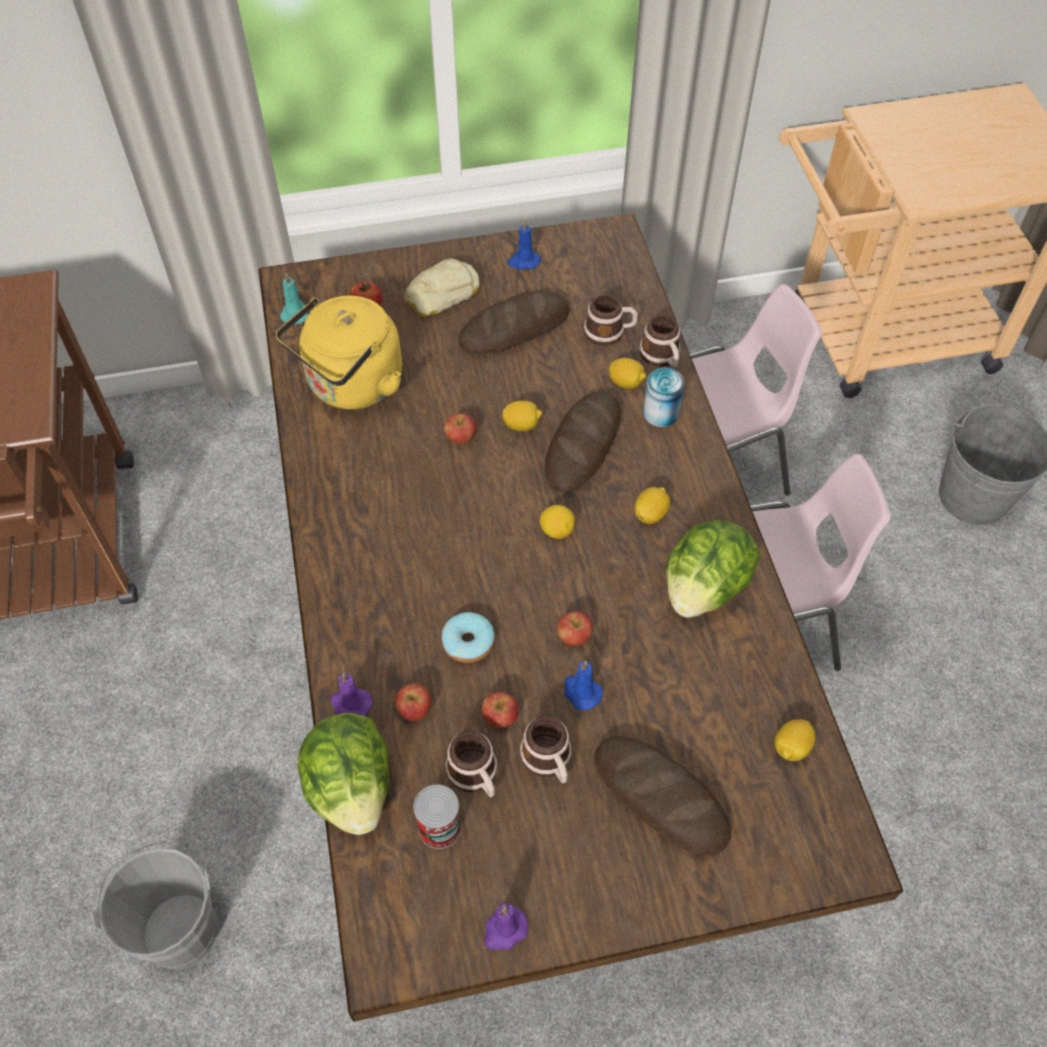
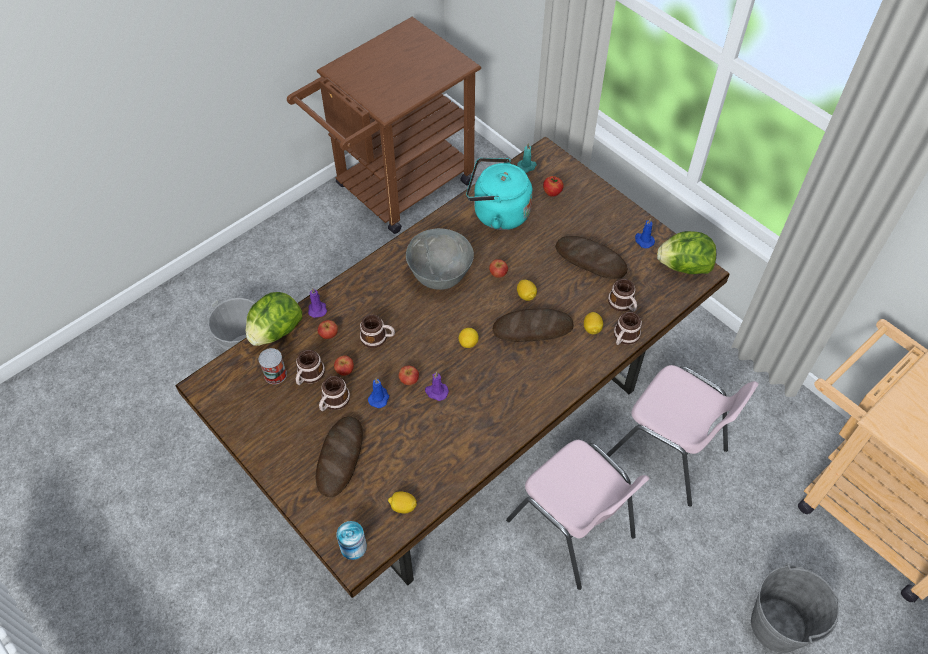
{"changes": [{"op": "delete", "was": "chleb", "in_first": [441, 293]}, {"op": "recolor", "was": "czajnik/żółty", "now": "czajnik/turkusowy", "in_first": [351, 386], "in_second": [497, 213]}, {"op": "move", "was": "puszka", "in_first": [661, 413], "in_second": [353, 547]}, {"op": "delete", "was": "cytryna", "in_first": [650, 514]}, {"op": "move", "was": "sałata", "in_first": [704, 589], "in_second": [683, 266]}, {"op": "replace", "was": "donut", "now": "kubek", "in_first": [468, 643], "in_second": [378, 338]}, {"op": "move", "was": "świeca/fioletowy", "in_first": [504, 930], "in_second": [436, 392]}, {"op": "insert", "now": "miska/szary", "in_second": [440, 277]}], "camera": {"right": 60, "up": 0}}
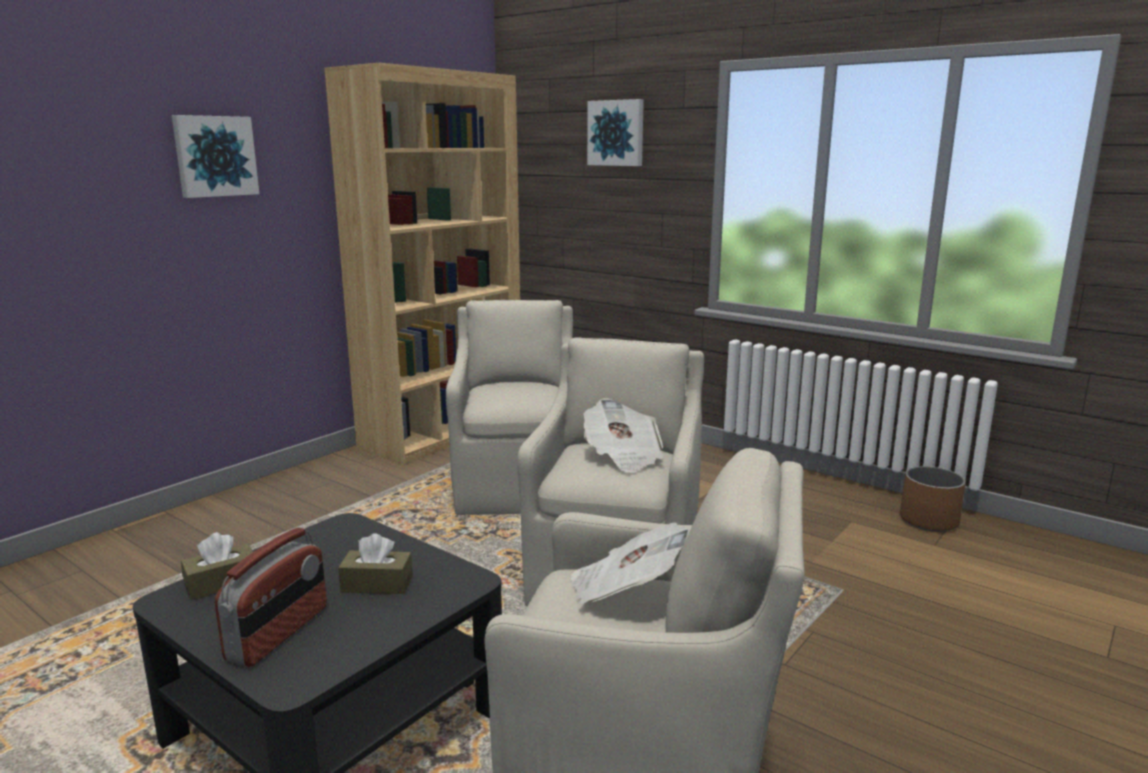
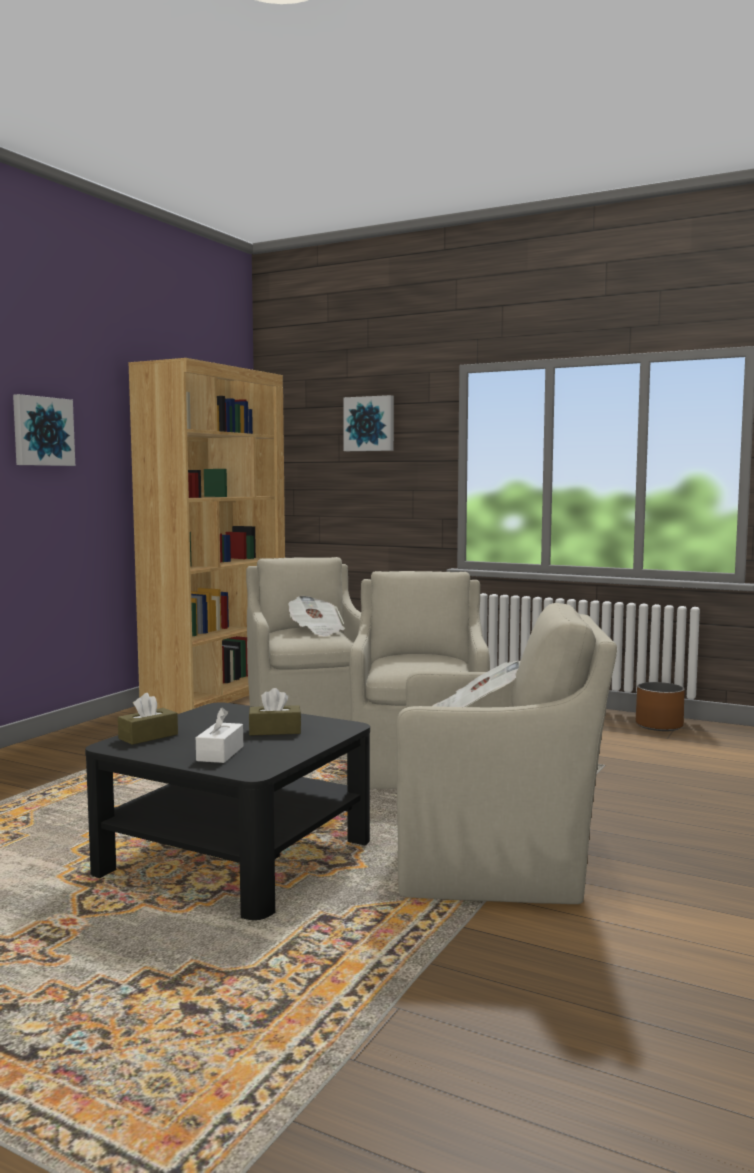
{"changes": [{"op": "move", "was": "gazeta", "in_first": [623, 456], "in_second": [316, 631]}, {"op": "replace", "was": "radio", "now": "pudełko chusteczek/biały", "in_first": [279, 633], "in_second": [220, 753]}], "camera": {"right": -10, "up": -10}}
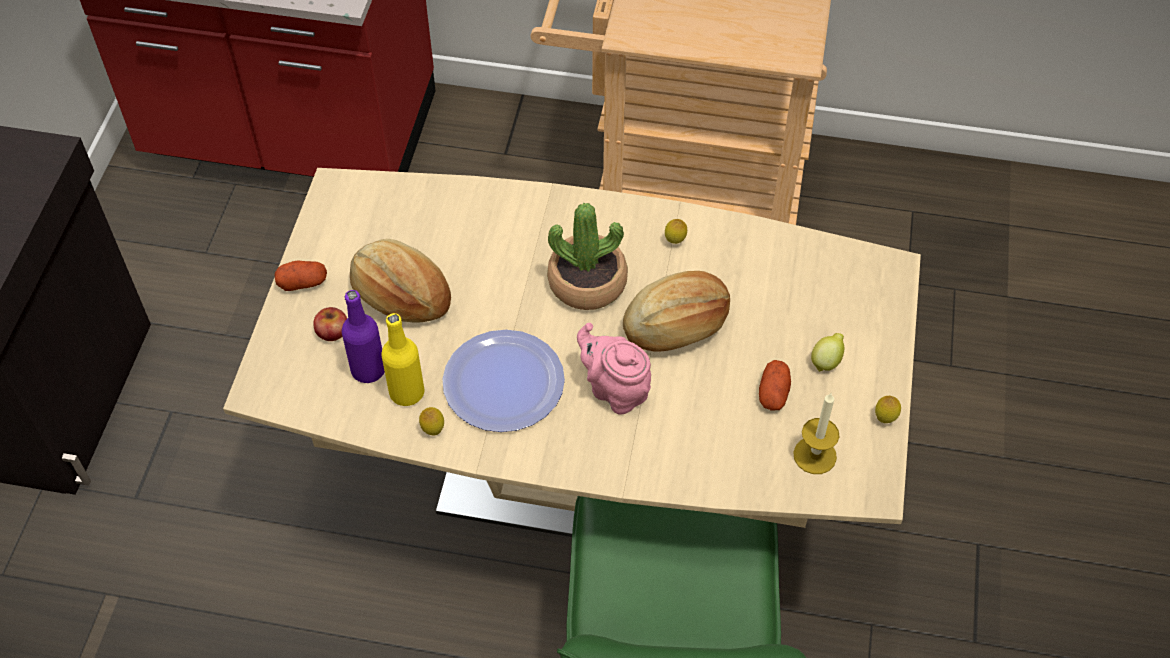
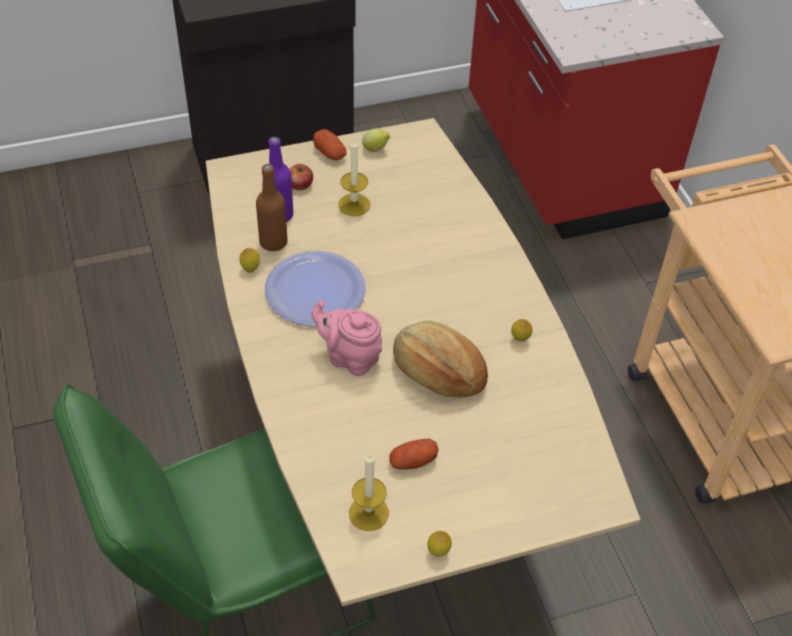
{"changes": [{"op": "delete", "was": "roślina doniczkowa", "in_first": [587, 282]}, {"op": "replace", "was": "chleb", "now": "świeca", "in_first": [400, 295], "in_second": [354, 205]}, {"op": "recolor", "was": "butelka/żółty", "now": "butelka/brązowy", "in_first": [407, 392], "in_second": [273, 242]}, {"op": "rotate", "was": "imbryk/różowy", "in_first": [615, 390], "in_second": [350, 357], "clockwise": -75}, {"op": "move", "was": "cytryna", "in_first": [826, 361], "in_second": [376, 149]}], "camera": {"right": 60, "up": -5}}
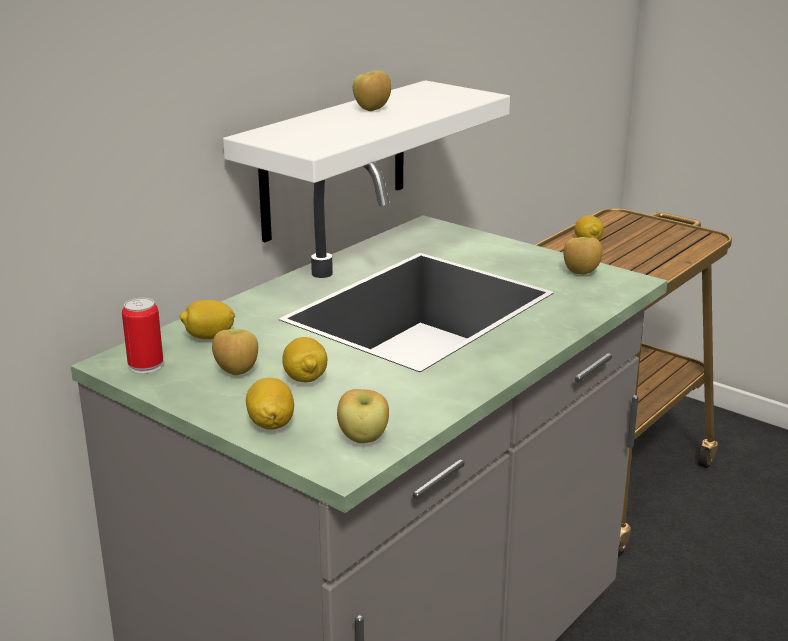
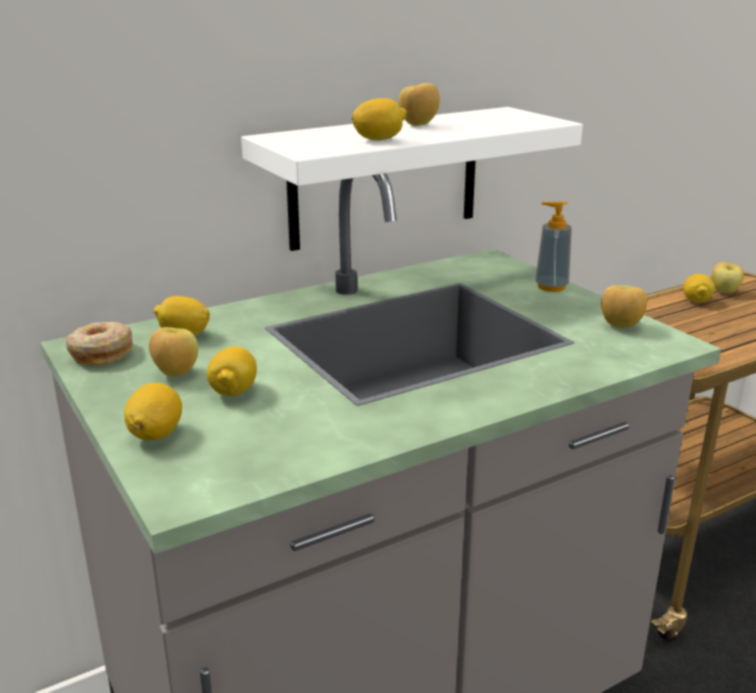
{"changes": [{"op": "replace", "was": "puszka", "now": "donut", "in_first": [146, 366], "in_second": [101, 353]}, {"op": "move", "was": "jabłko", "in_first": [363, 439], "in_second": [724, 292]}, {"op": "insert", "now": "cytryna", "in_second": [379, 140]}, {"op": "insert", "now": "dozownik mydła", "in_second": [551, 287]}], "camera": {"right": 20, "up": 0}}
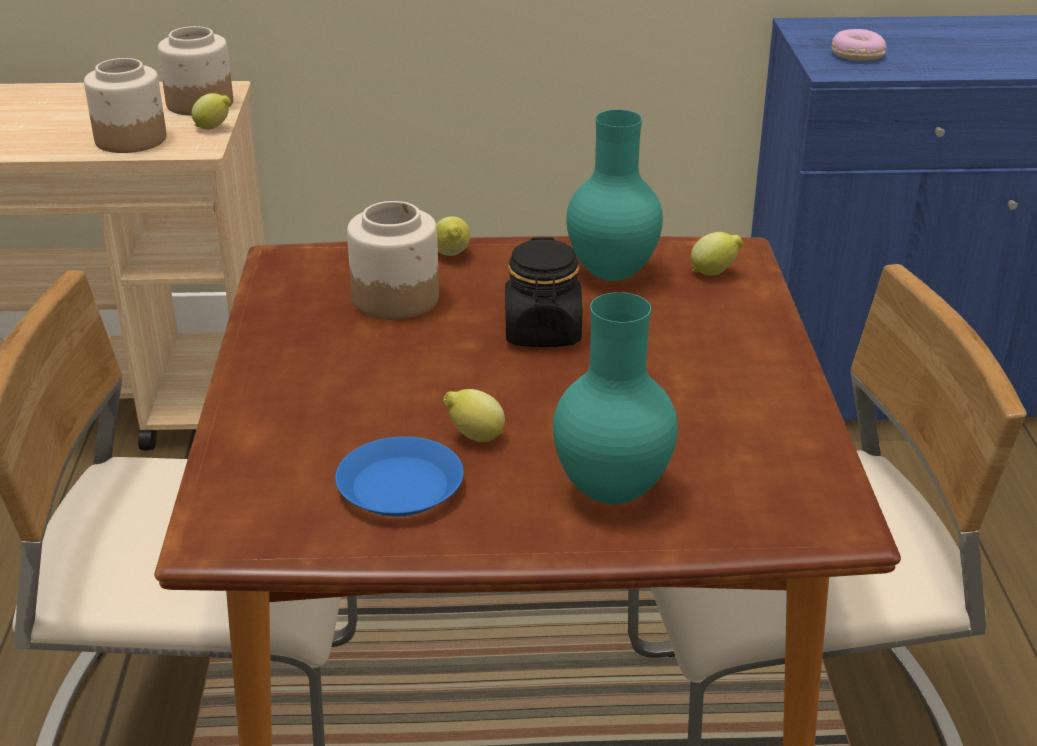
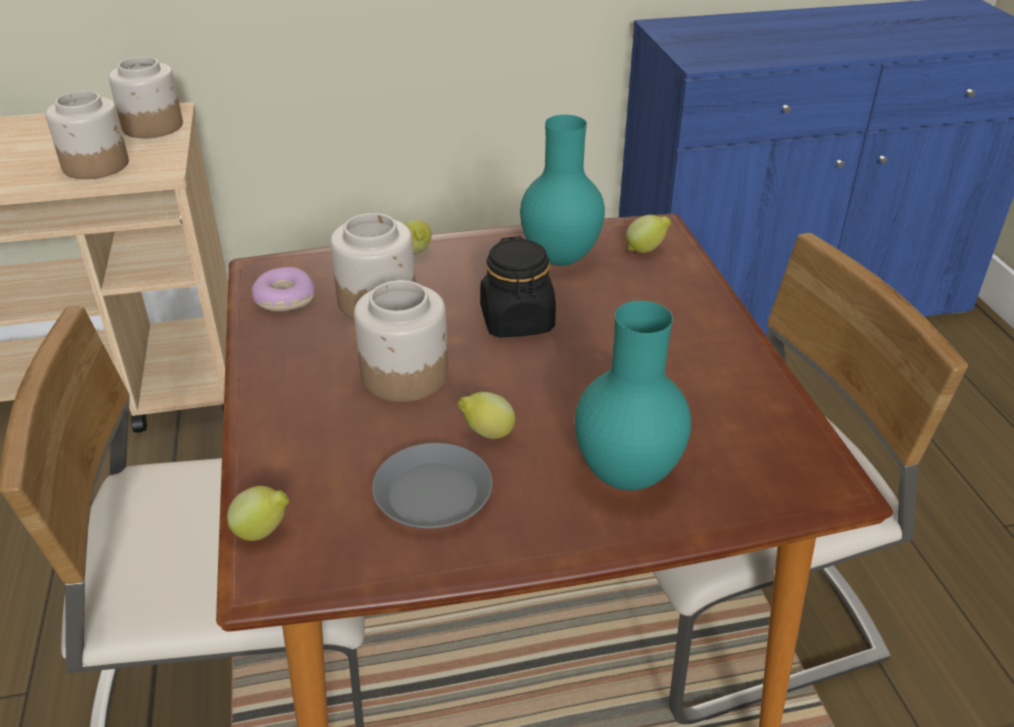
{"changes": [{"op": "move", "was": "donut", "in_first": [856, 54], "in_second": [284, 299]}, {"op": "move", "was": "cytryna", "in_first": [214, 128], "in_second": [263, 532]}, {"op": "recolor", "was": "talerz/niebieski", "now": "talerz/szary", "in_first": [400, 486], "in_second": [432, 494]}, {"op": "insert", "now": "słoik", "in_second": [406, 375]}], "camera": {"right": -10, "up": 5}}
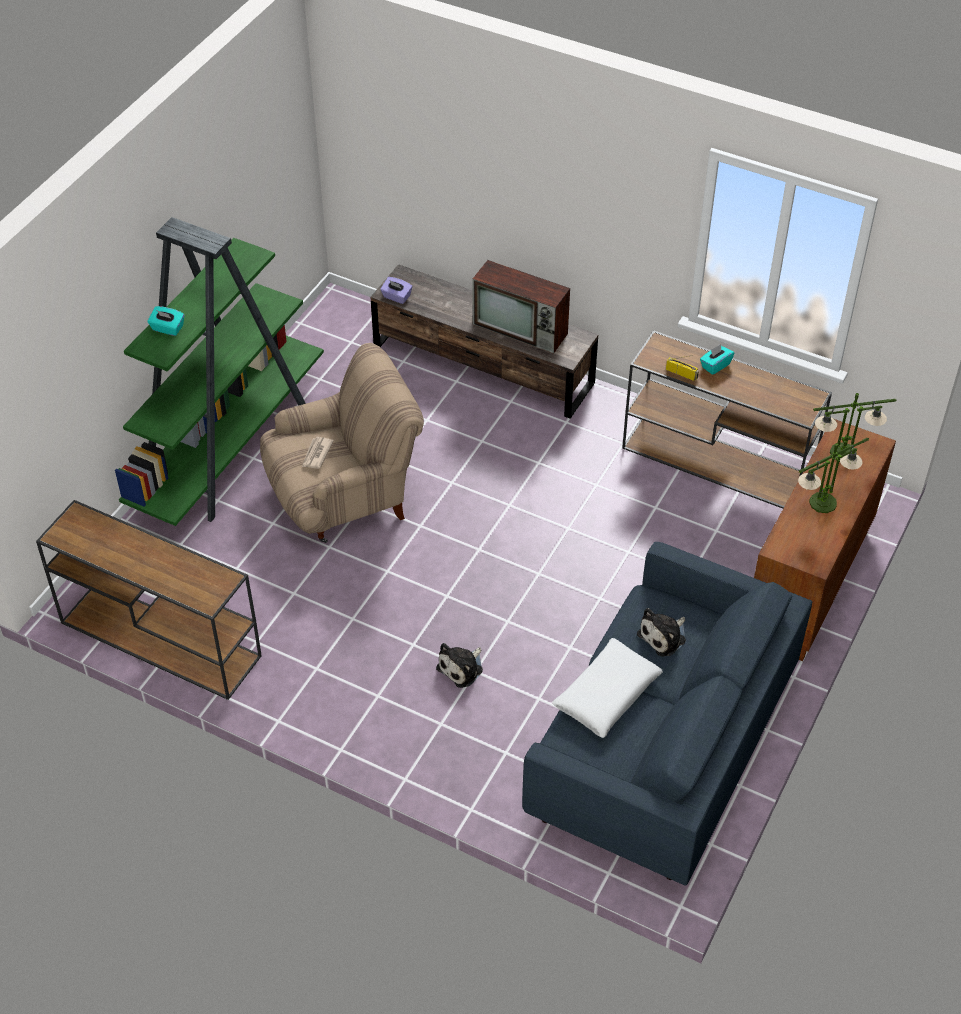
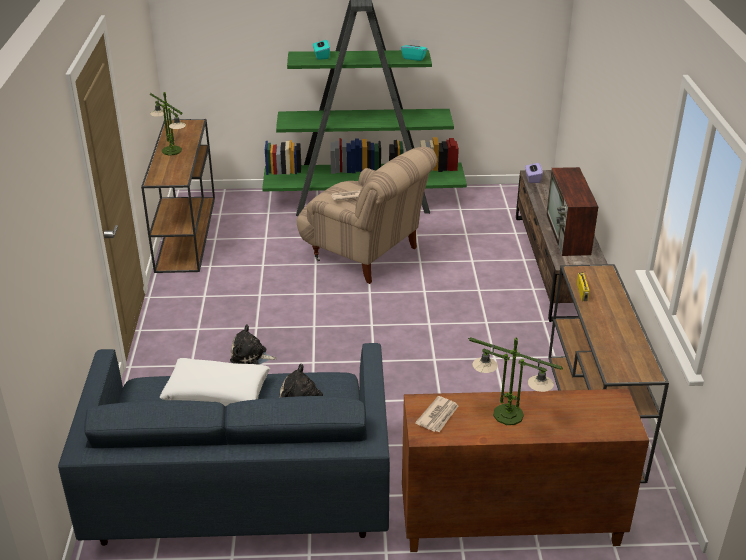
{"changes": [{"op": "move", "was": "pudełko chusteczek/turkusowy", "in_first": [715, 365], "in_second": [414, 58]}, {"op": "move", "was": "lampa stołowa", "in_first": [843, 453], "in_second": [172, 151]}, {"op": "insert", "now": "gazeta", "in_second": [438, 416]}], "camera": {"right": 60, "up": -15}}
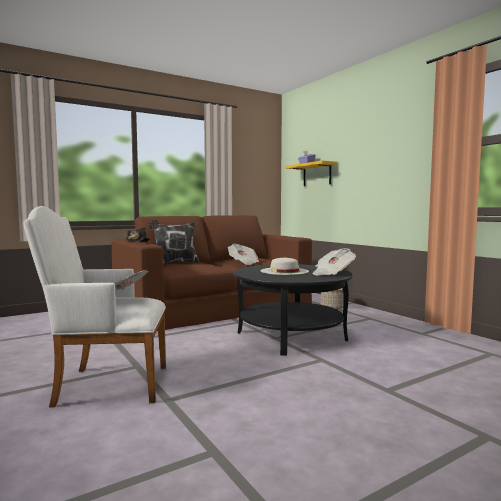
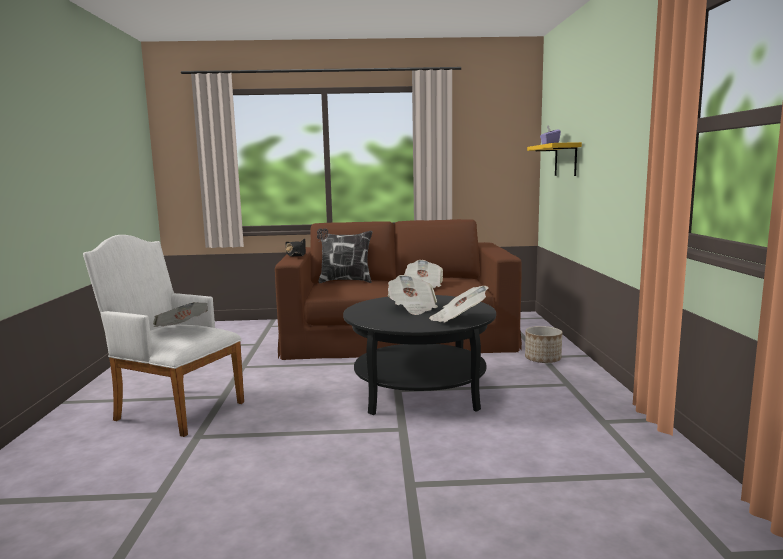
{"changes": [{"op": "replace", "was": "kapelusz/biały", "now": "gazeta", "in_first": [284, 271], "in_second": [412, 308]}], "camera": {"right": 30, "up": 5}}
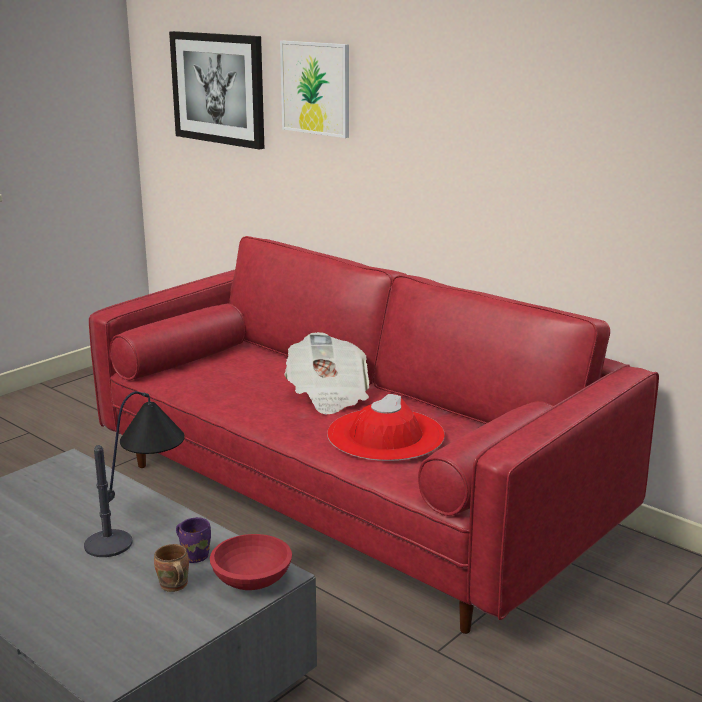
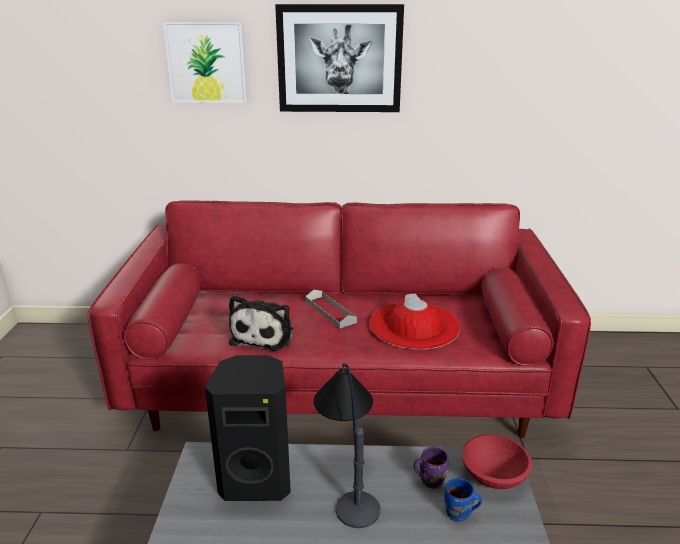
{"changes": [{"op": "move", "was": "obraz", "in_first": [218, 88], "in_second": [339, 59]}, {"op": "replace", "was": "gazeta", "now": "taca/szary", "in_first": [328, 395], "in_second": [330, 311]}, {"op": "recolor", "was": "kubek/brązowy", "now": "kubek/niebieski", "in_first": [173, 586], "in_second": [459, 514]}, {"op": "insert", "now": "pluszak", "in_second": [264, 335]}, {"op": "insert", "now": "głośnik/czarny", "in_second": [257, 480]}], "camera": {"right": -40, "up": 5}}
